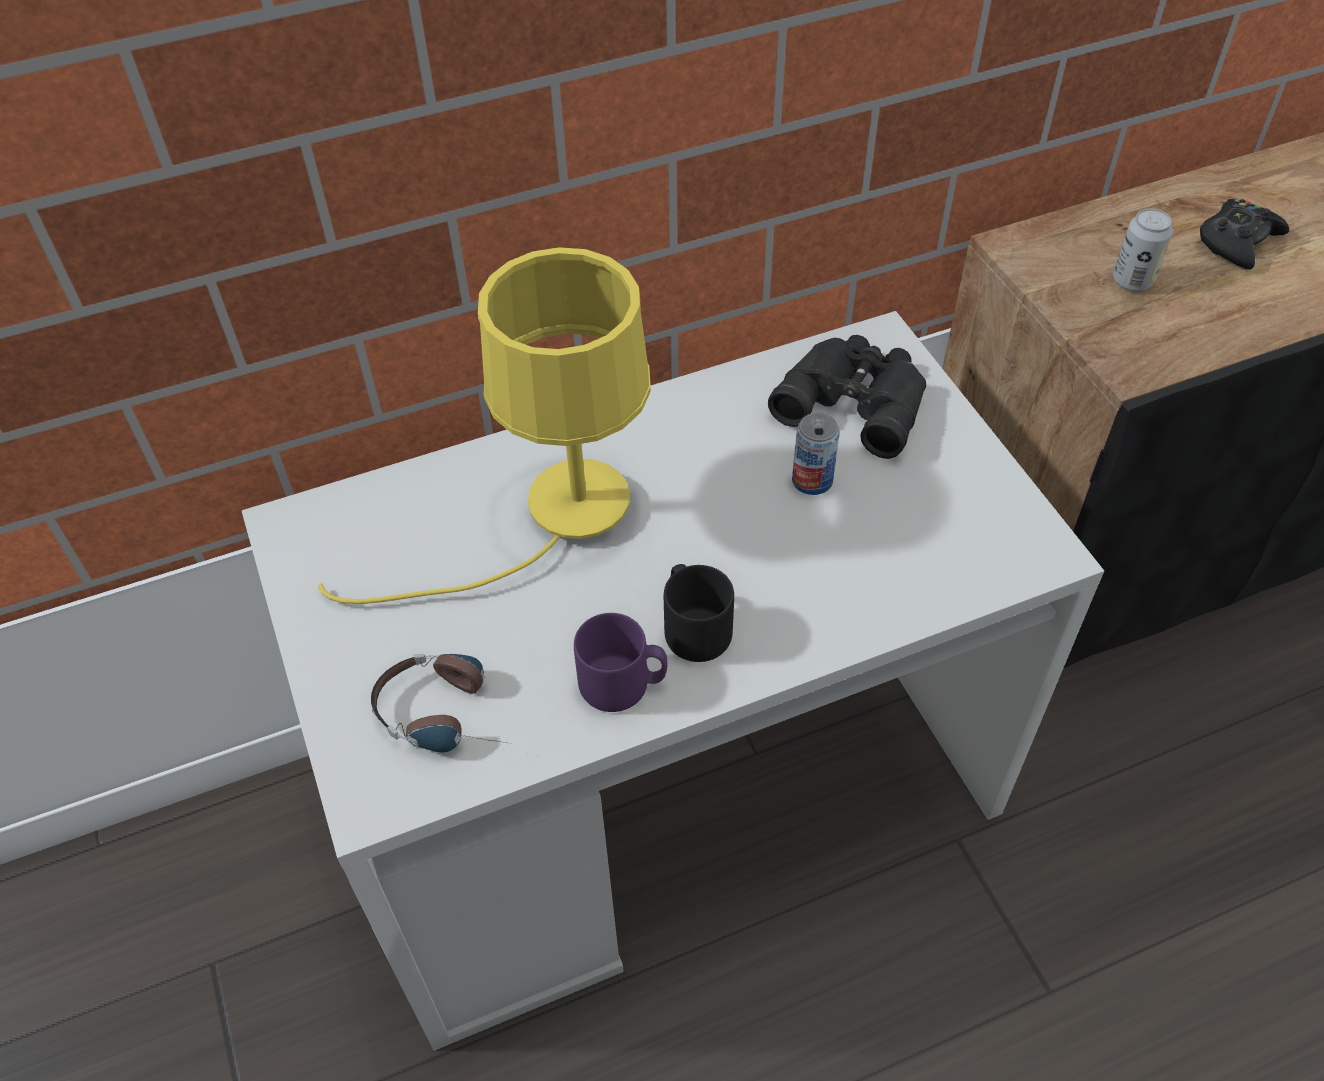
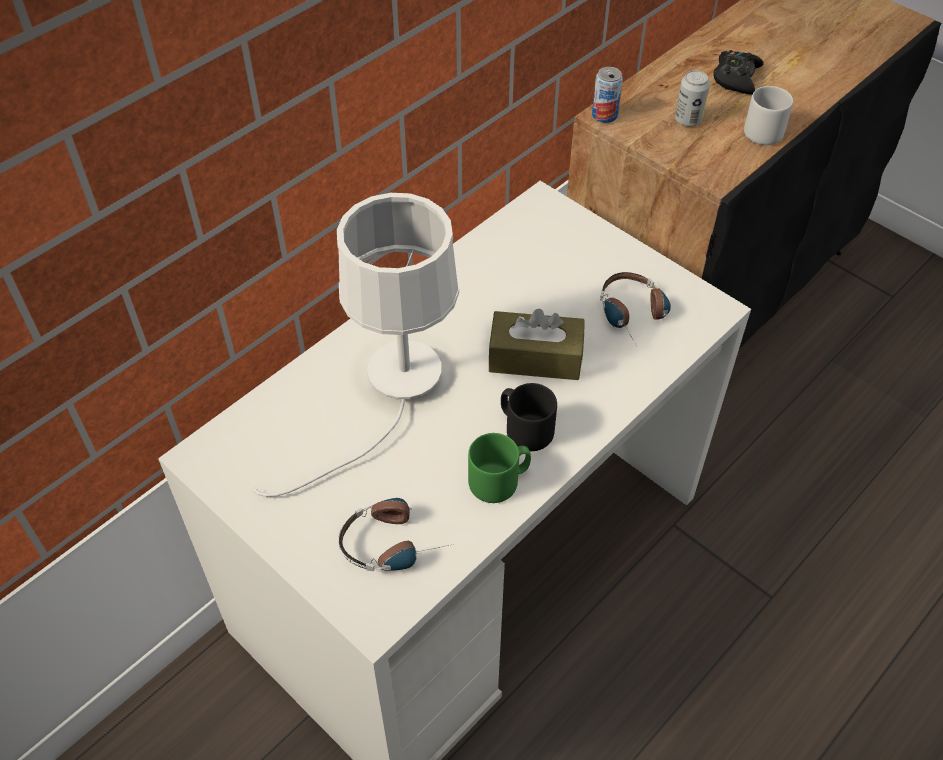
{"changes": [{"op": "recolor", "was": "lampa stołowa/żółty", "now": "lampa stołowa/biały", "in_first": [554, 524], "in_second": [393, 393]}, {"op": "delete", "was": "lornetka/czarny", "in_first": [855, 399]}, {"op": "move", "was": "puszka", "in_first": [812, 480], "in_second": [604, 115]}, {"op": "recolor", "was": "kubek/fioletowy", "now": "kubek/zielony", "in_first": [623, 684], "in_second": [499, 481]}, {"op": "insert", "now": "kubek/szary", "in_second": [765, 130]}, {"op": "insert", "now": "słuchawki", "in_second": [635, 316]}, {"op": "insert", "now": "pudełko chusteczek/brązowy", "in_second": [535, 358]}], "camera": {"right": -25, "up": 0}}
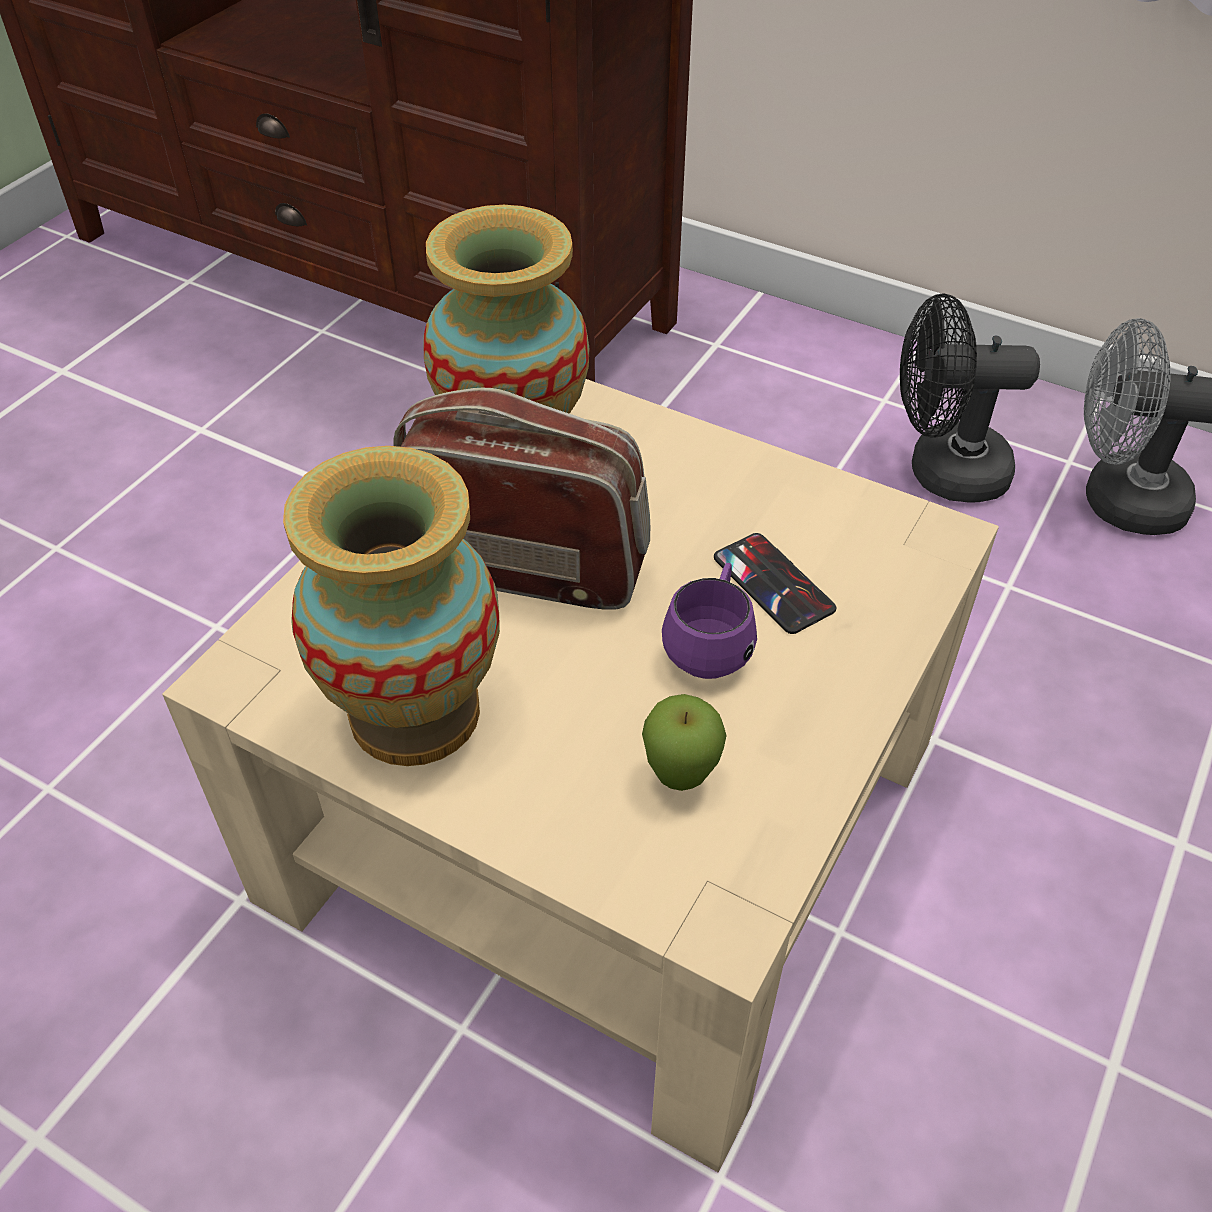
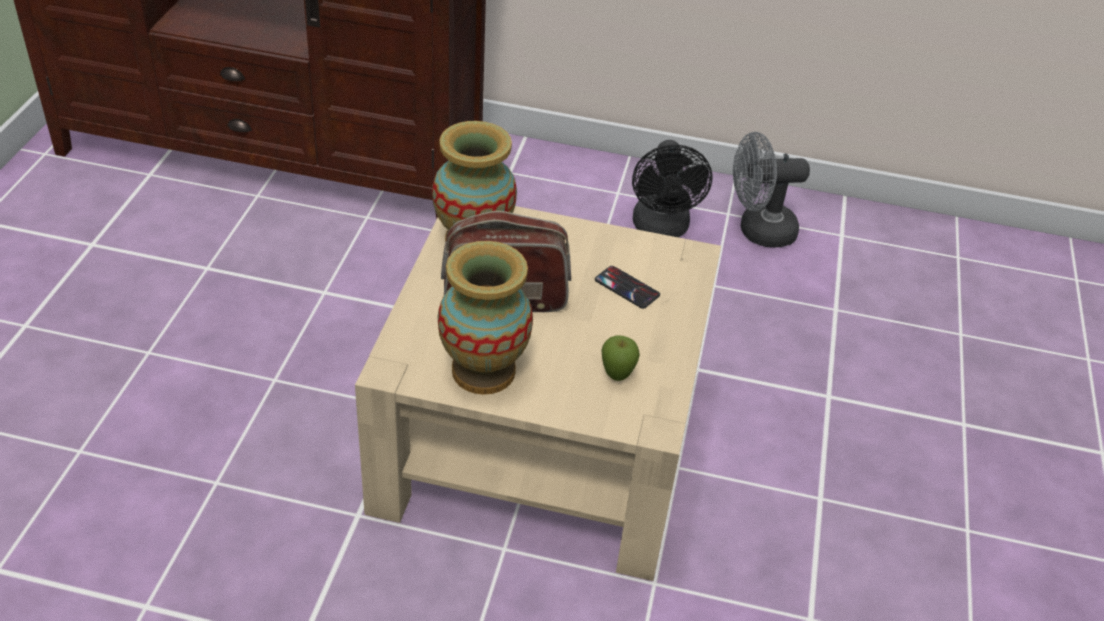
{"changes": [{"op": "rotate", "was": "wentylator/czarny", "in_first": [942, 471], "in_second": [661, 229], "clockwise": -75}, {"op": "delete", "was": "kubek/fioletowy", "in_first": [711, 645]}], "camera": {"right": -20, "up": -5}}
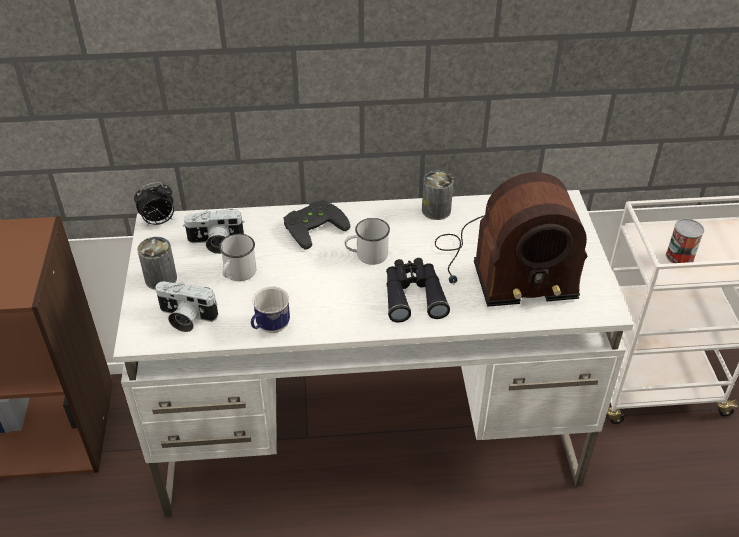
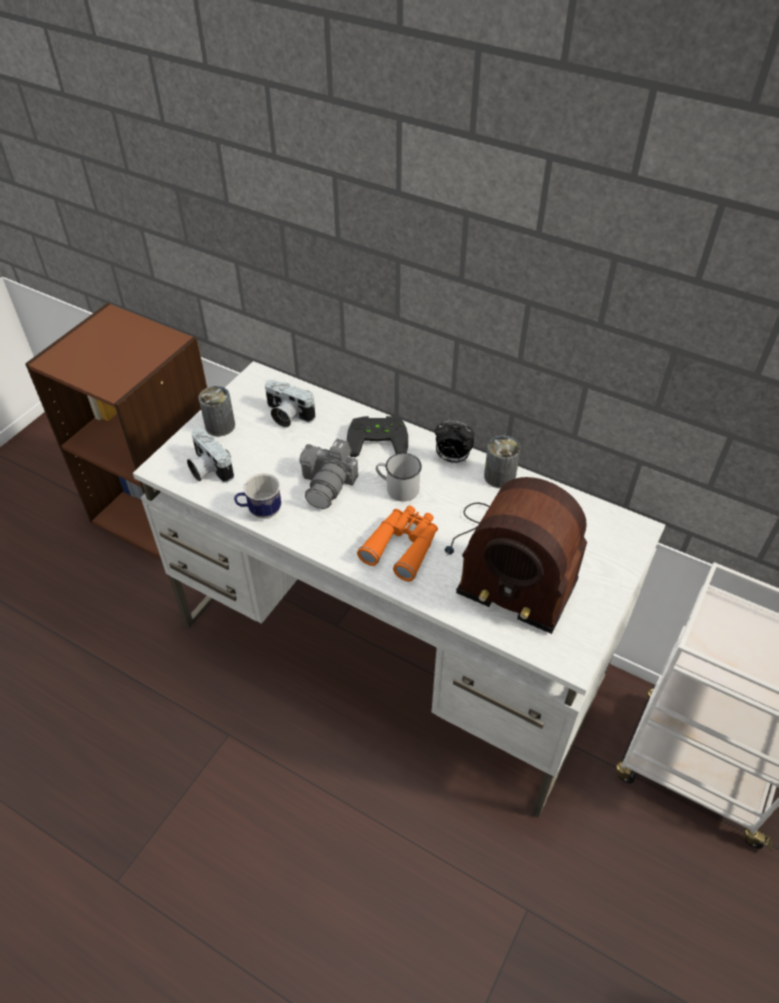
{"changes": [{"op": "move", "was": "budzik", "in_first": [159, 222], "in_second": [452, 458]}, {"op": "delete", "was": "puszka", "in_first": [679, 256]}, {"op": "delete", "was": "kubek/biały", "in_first": [237, 274]}, {"op": "recolor", "was": "lornetka/czarny", "now": "lornetka/pomarańczowy", "in_first": [413, 295], "in_second": [402, 546]}, {"op": "insert", "now": "aparat fotograficzny", "in_second": [328, 483]}], "camera": {"right": 35, "up": 5}}
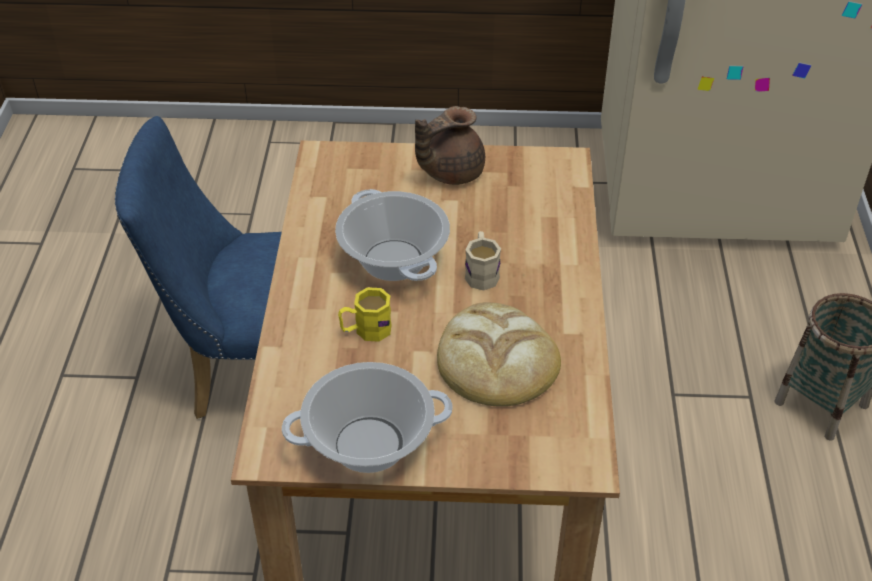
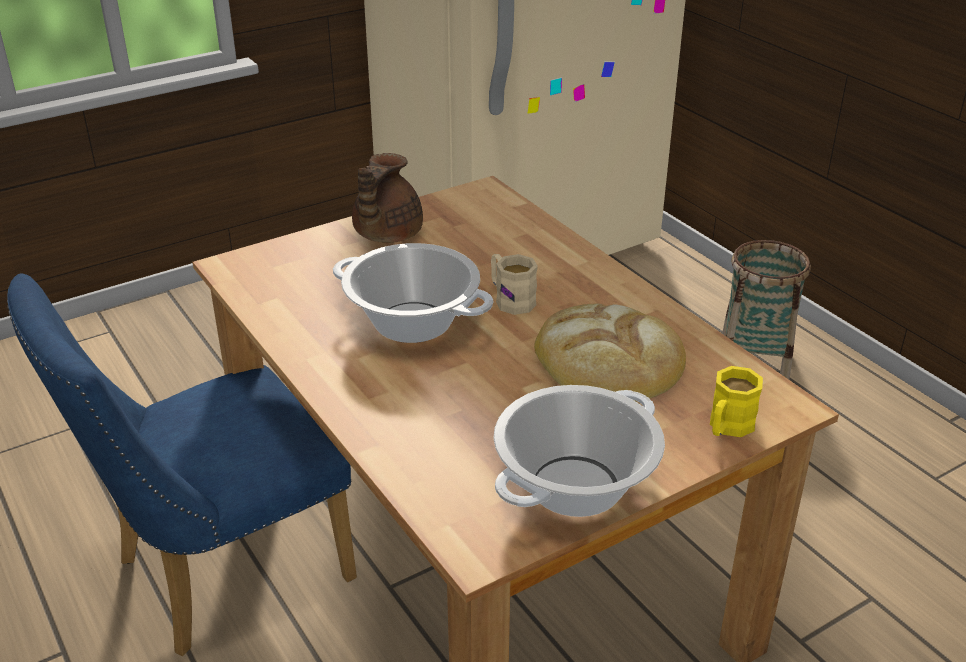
{"changes": [{"op": "move", "was": "kubek/żółty", "in_first": [366, 330], "in_second": [727, 427]}], "camera": {"right": -35, "up": -10}}
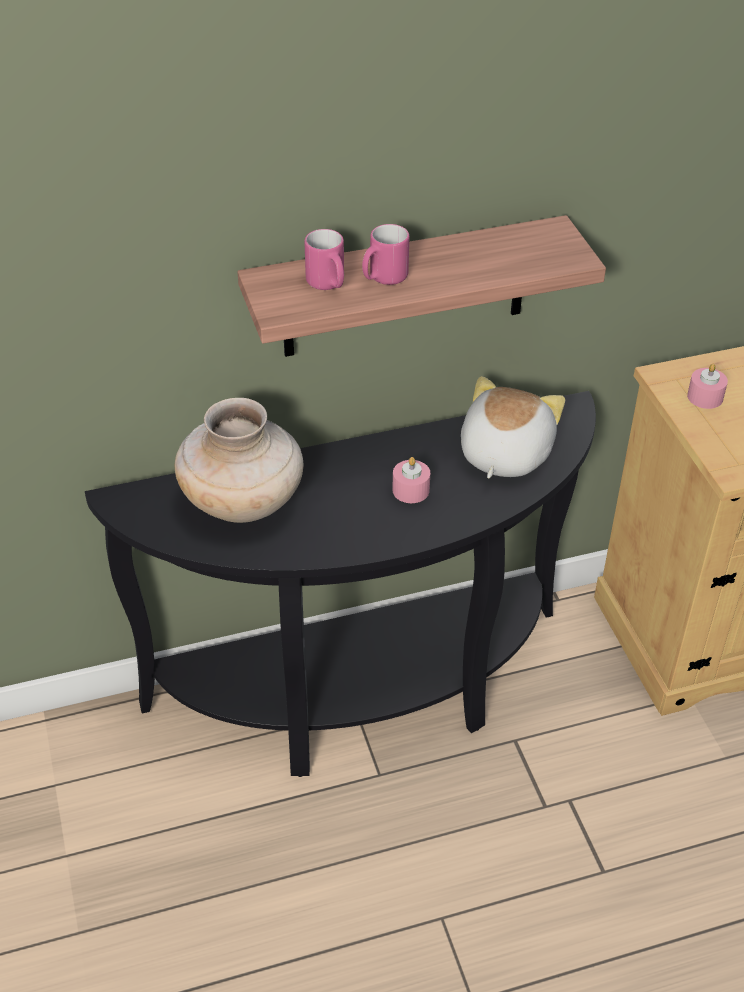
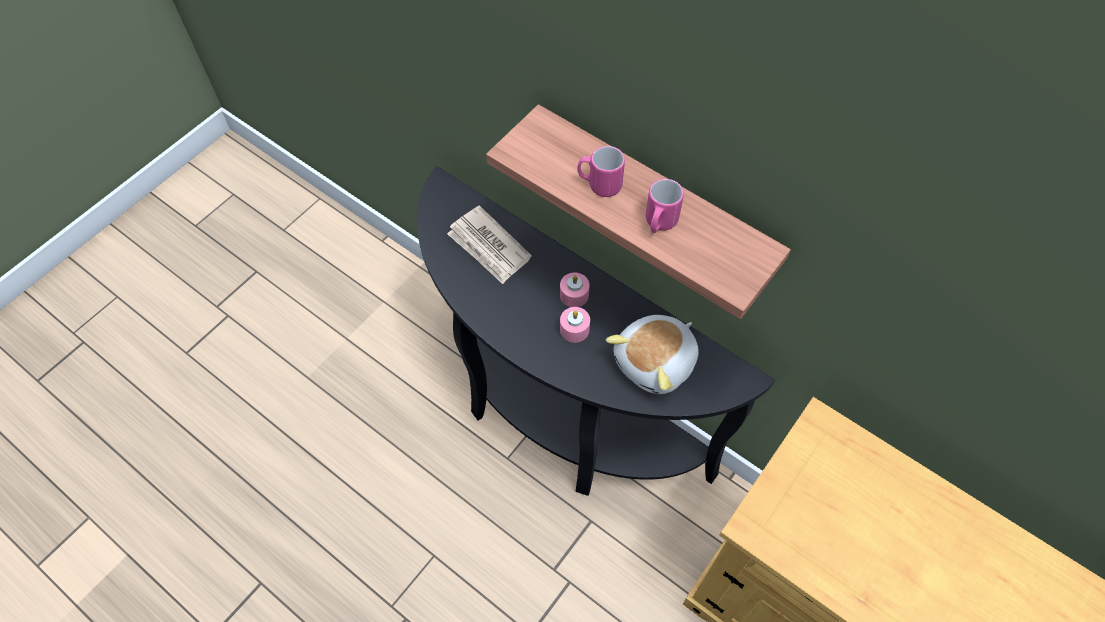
{"changes": [{"op": "move", "was": "kubek/różowy", "in_first": [328, 285], "in_second": [659, 223]}, {"op": "move", "was": "świeca/różowy", "in_first": [705, 397], "in_second": [574, 295]}, {"op": "rotate", "was": "pluszak", "in_first": [503, 454], "in_second": [656, 363], "clockwise": 150}, {"op": "replace", "was": "wazon/beżowy", "now": "gazeta", "in_first": [243, 503], "in_second": [489, 247]}], "camera": {"right": 55, "up": 15}}
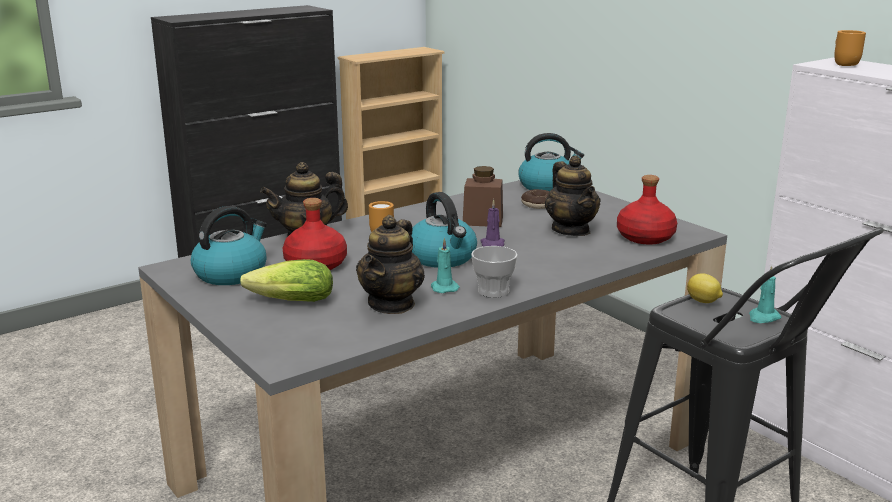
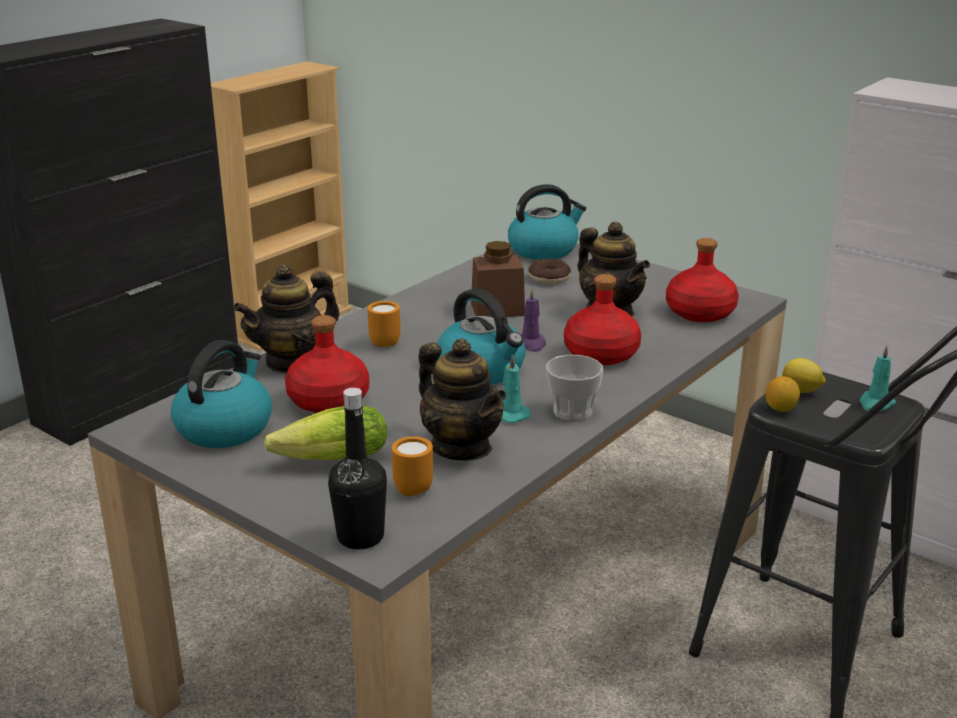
{"changes": [{"op": "move", "was": "kubek/pomarańczowy", "in_first": [843, 64], "in_second": [410, 487]}, {"op": "rotate", "was": "imbryk", "in_first": [392, 304], "in_second": [462, 447], "clockwise": -45}, {"op": "insert", "now": "butelka/czerwony", "in_second": [601, 354]}, {"op": "insert", "now": "cytryna", "in_second": [780, 409]}, {"op": "insert", "now": "butelka/czarny", "in_second": [360, 537]}], "camera": {"right": -15, "up": 5}}
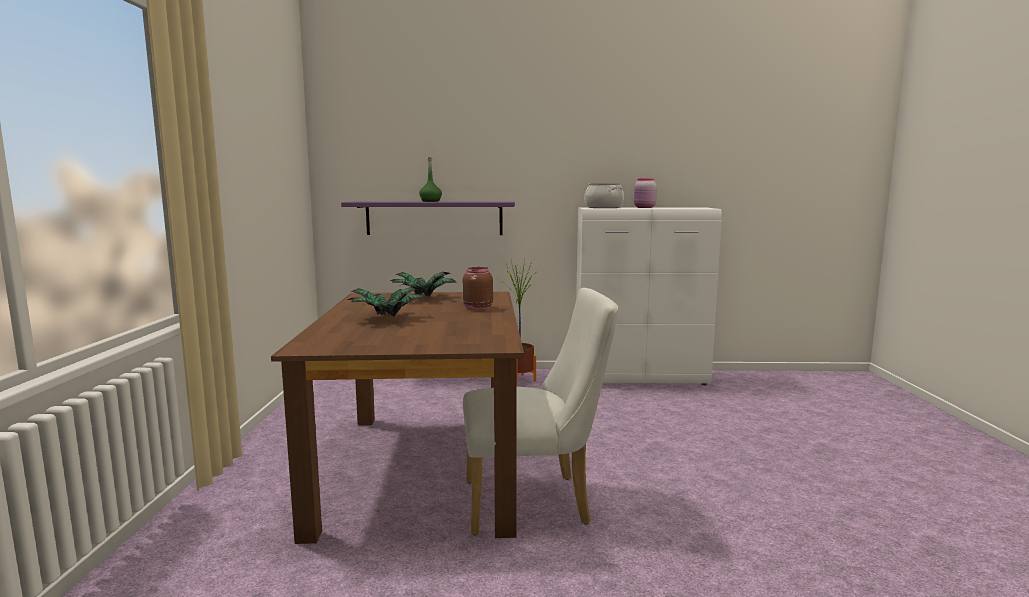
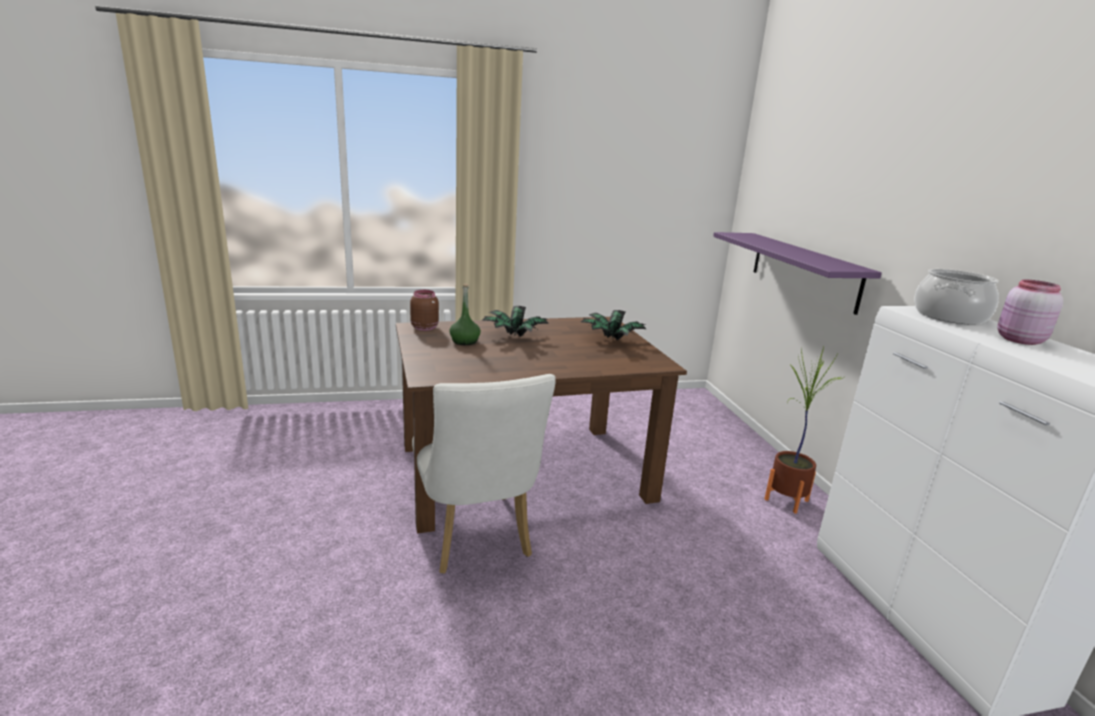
{"changes": [{"op": "move", "was": "butelka/zielony", "in_first": [431, 201], "in_second": [465, 341]}, {"op": "move", "was": "słoik/brązowy", "in_first": [477, 308], "in_second": [424, 327]}], "camera": {"right": 75, "up": 10}}
